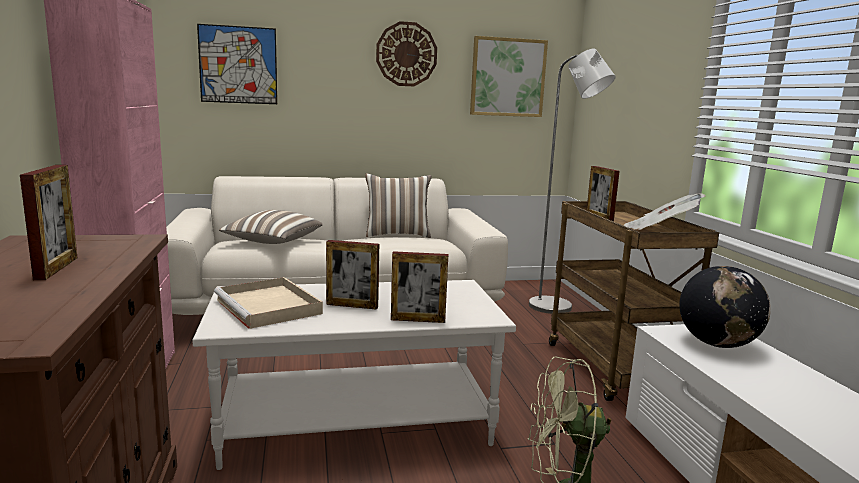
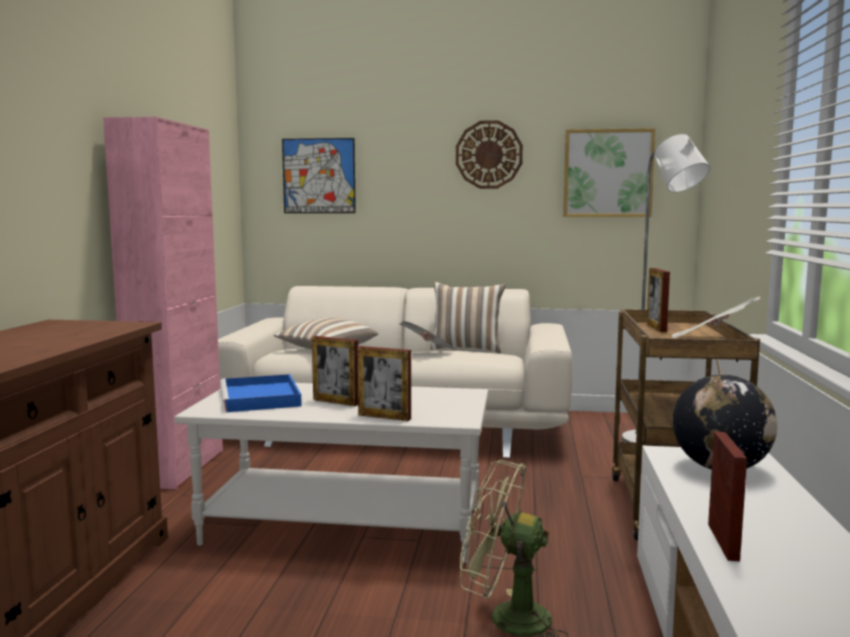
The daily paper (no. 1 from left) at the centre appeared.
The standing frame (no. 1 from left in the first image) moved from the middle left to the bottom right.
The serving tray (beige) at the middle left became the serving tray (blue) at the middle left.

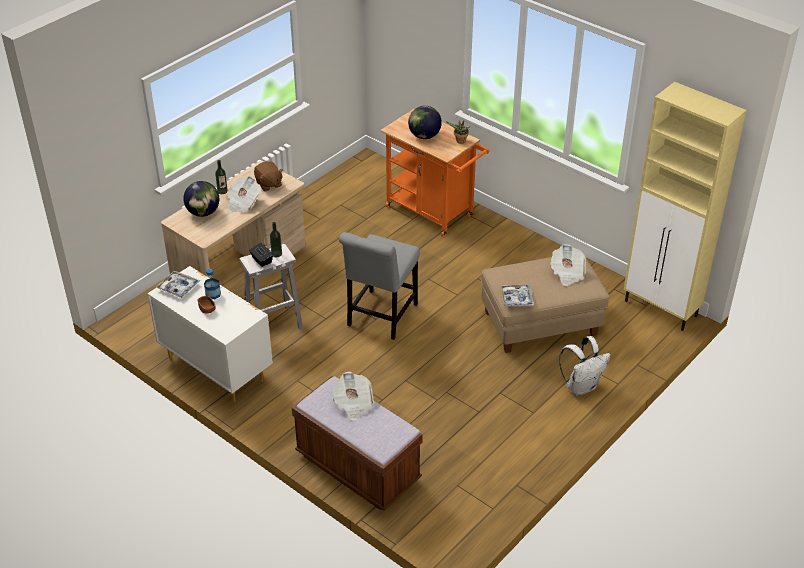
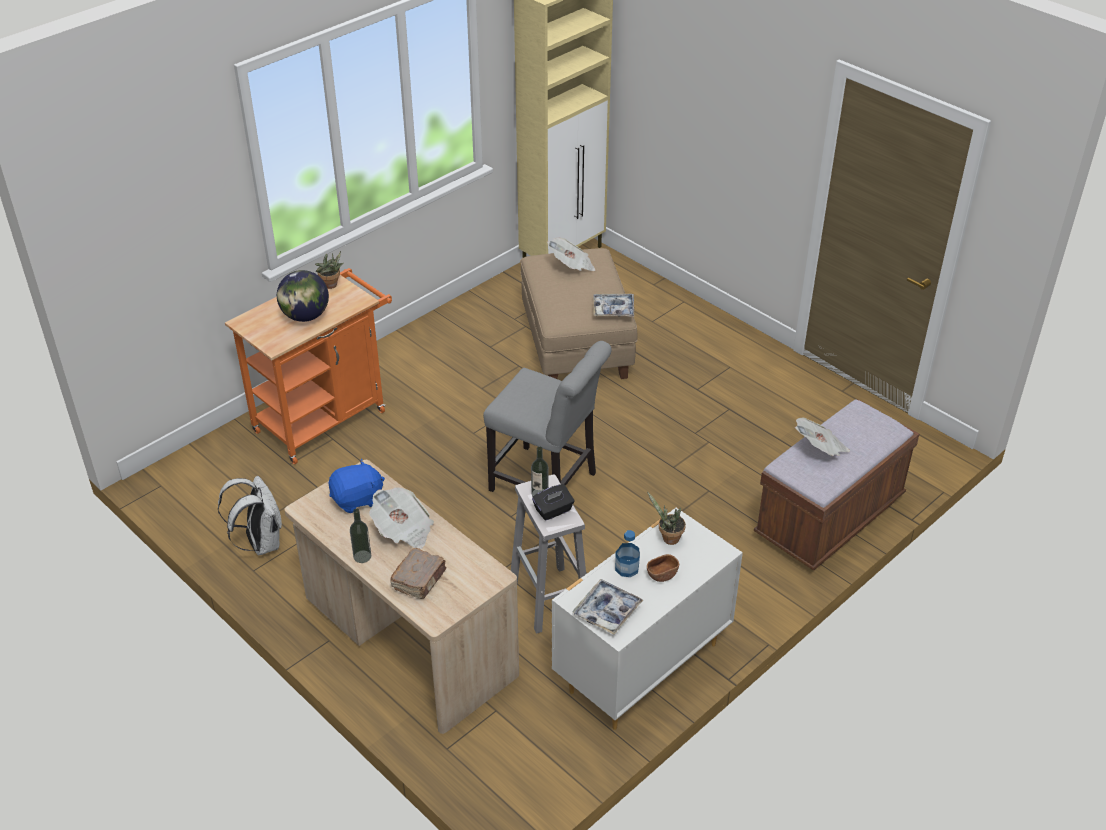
The houseplant (no. 2 from left) at the centre appeared.
The backpack (whitish) moved from the middle right to the middle left.
The globe (no. 1 from left) at the middle left was replaced by the book (brownish) at the bottom centre.
The cuddly toy (brownish) at the top centre became the cuddly toy (blue) at the middle left.

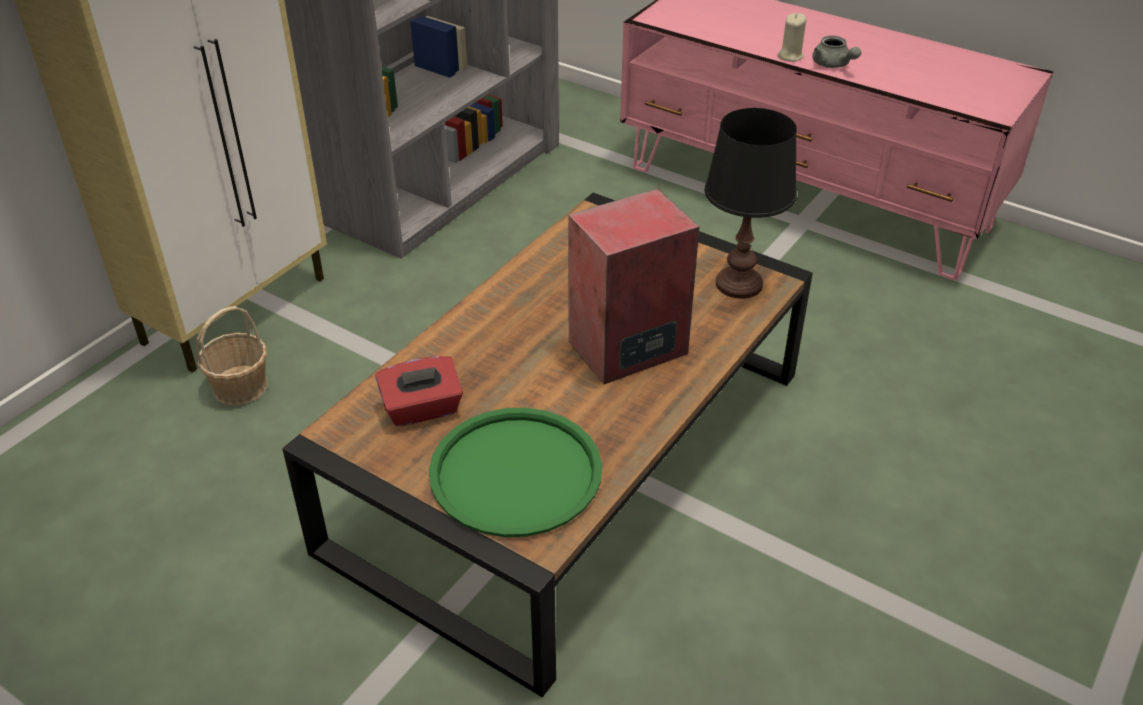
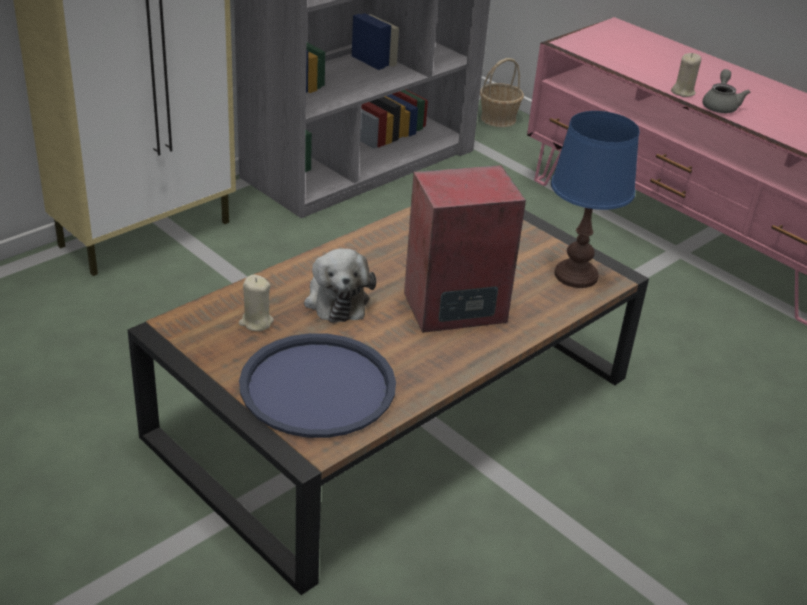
The cuddly toy at the centre appeared.
The storage basket moved from the middle left to the top centre.
The tissue box (reddish) at the centre was replaced by the wax candle (beige) (no. 1 from left) at the middle left.
The serving tray (greenish) at the bottom centre became the serving tray (blue) at the centre.
The tabletop lamp (black) at the top centre became the tabletop lamp (blue) at the top right.
The pot for tea (greyish) at the top right turned 150 degrees counterclockwise.

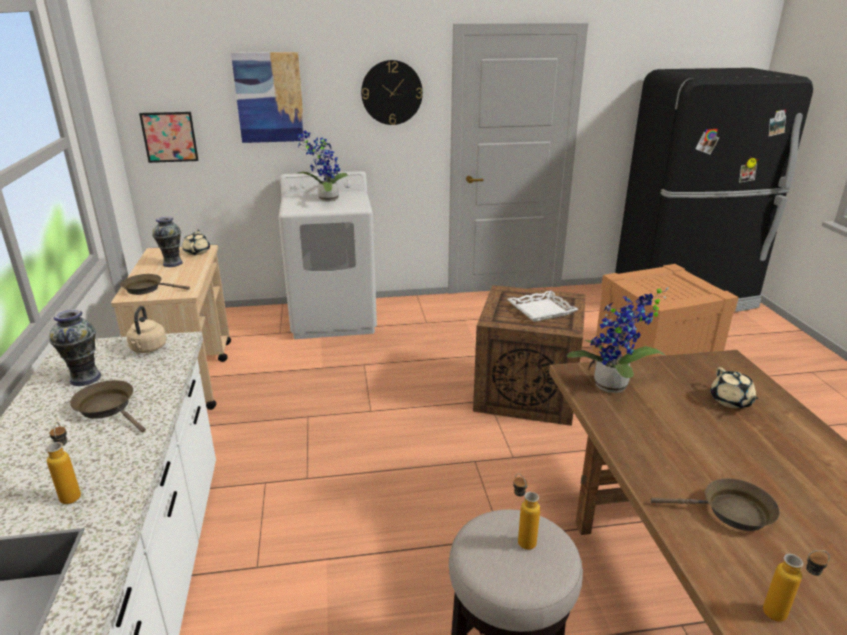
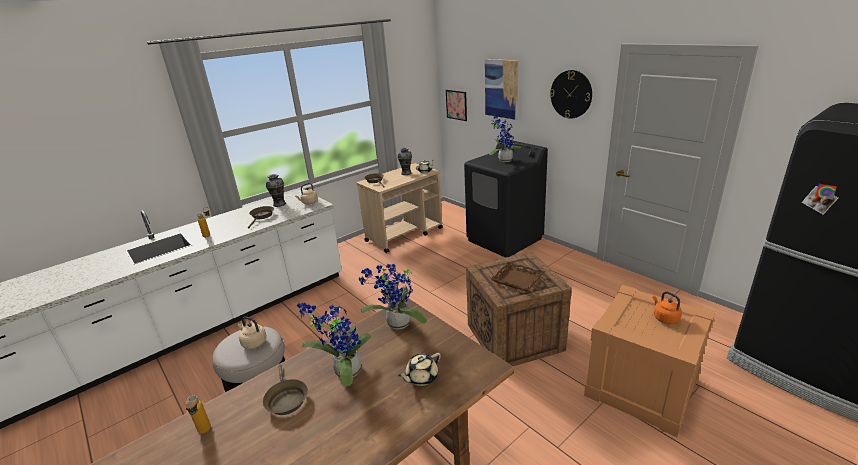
The houseplant (no. 1 from left) at the bottom centre appeared.
The kettle (orange-coloured) at the middle right appeared.
The drink bottle (no. 2 from left) at the bottom centre was replaced by the kettle (beige) (no. 1 from left) at the bottom left.
The laundry machine (whitish) at the centre became the laundry machine (black) at the centre.
The serving tray (whitish) at the centre became the serving tray (brownish) at the centre.

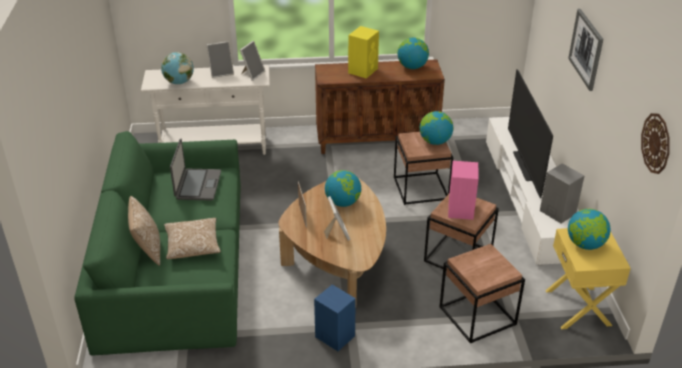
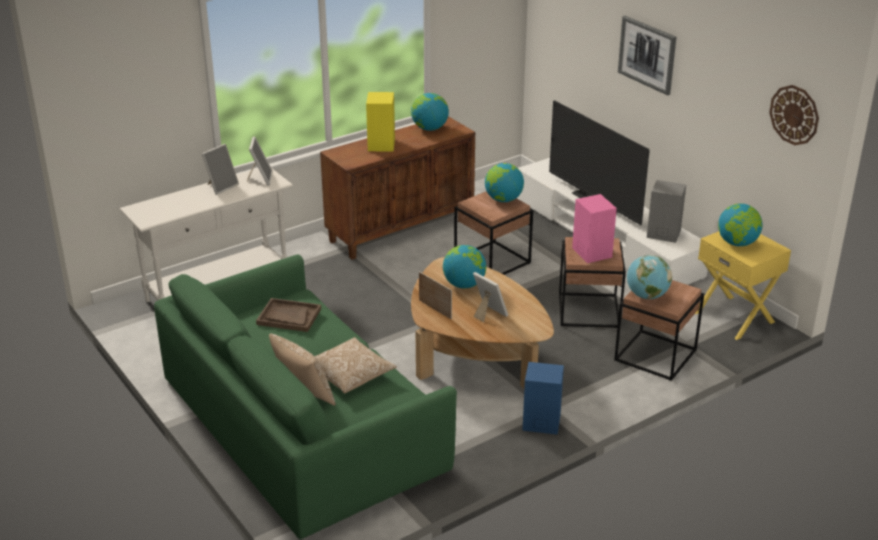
The globe (no. 1 from left in the first image) moved from the top left to the middle right.
The laptop at the middle left was replaced by the serving tray (brownish) at the middle left.

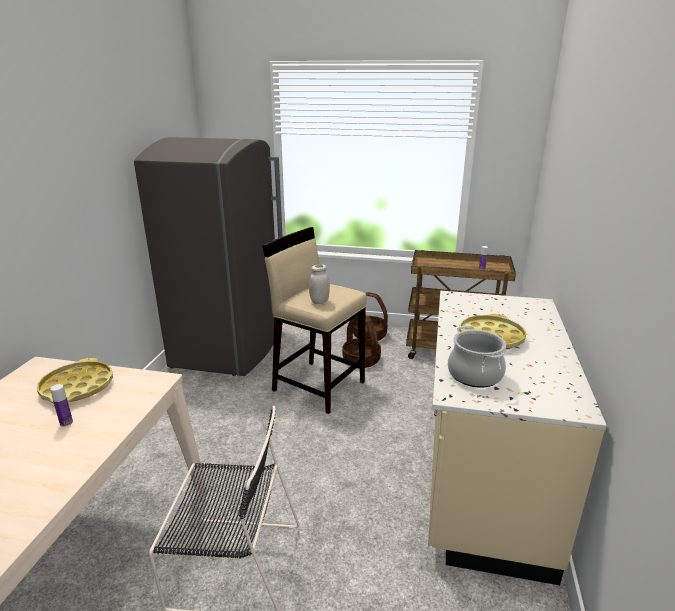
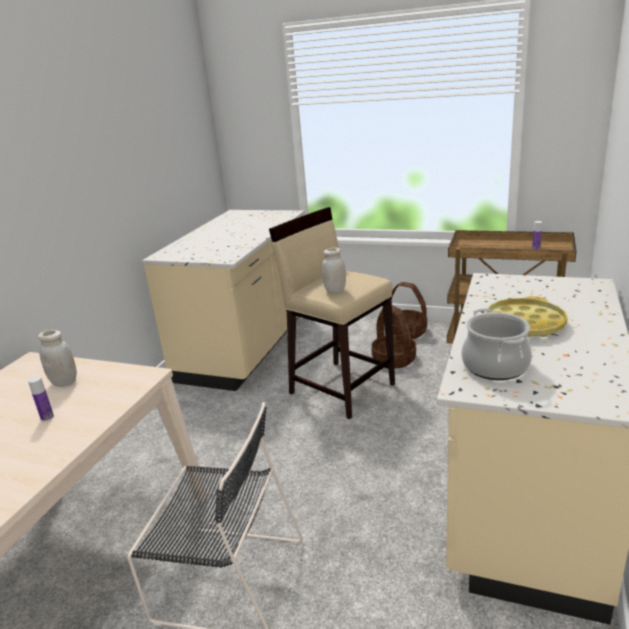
The serving tray (yellow) (no. 1 from left) at the middle left was replaced by the storage jar (whitish) (no. 1 from left) at the middle left.
The refrigerator (greyish) at the middle left was replaced by the kitchen counter (beige) (no. 1 from left) at the centre.

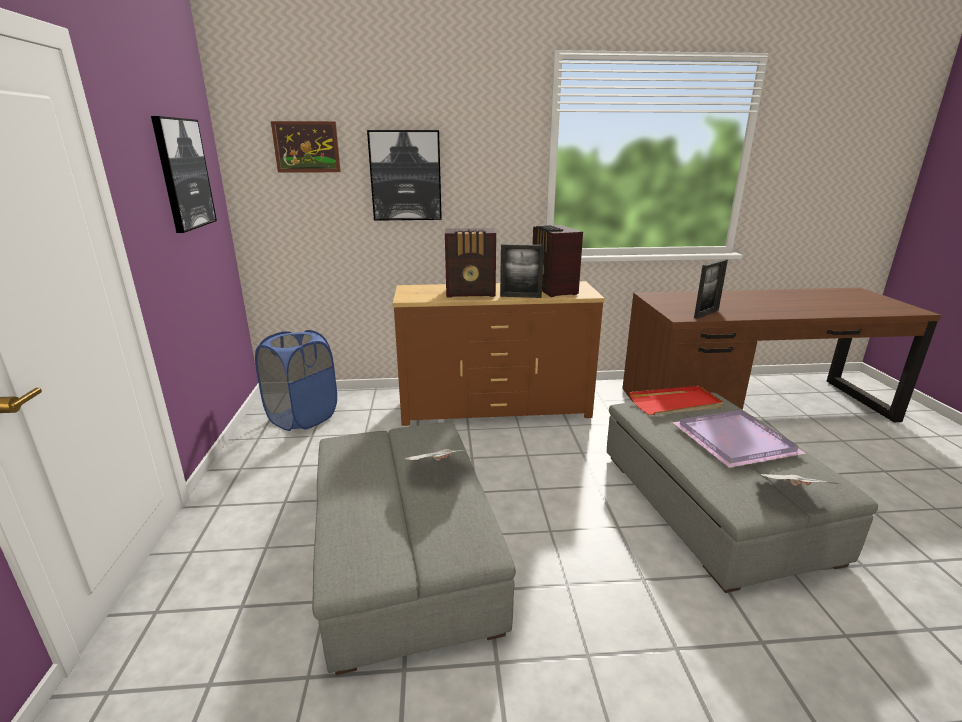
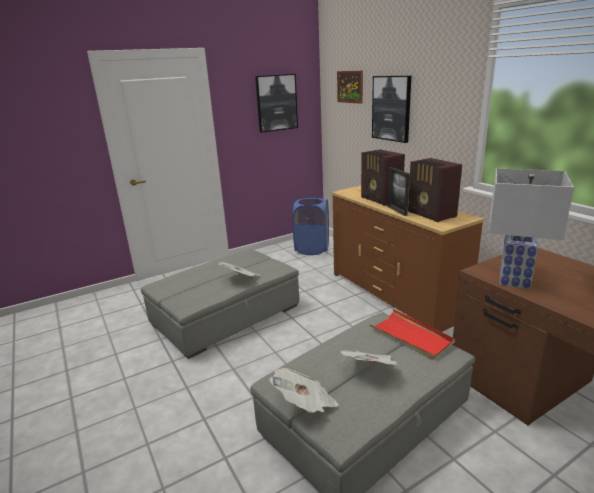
The serving tray (purple-coloured) at the middle right was replaced by the daily paper (no. 3 from left) at the bottom centre.
The standing frame (no. 2 from left) at the middle right was replaced by the tabletop lamp (whitish) at the middle right.
The radio (no. 2 from left) at the centre turned 75 degrees counterclockwise.

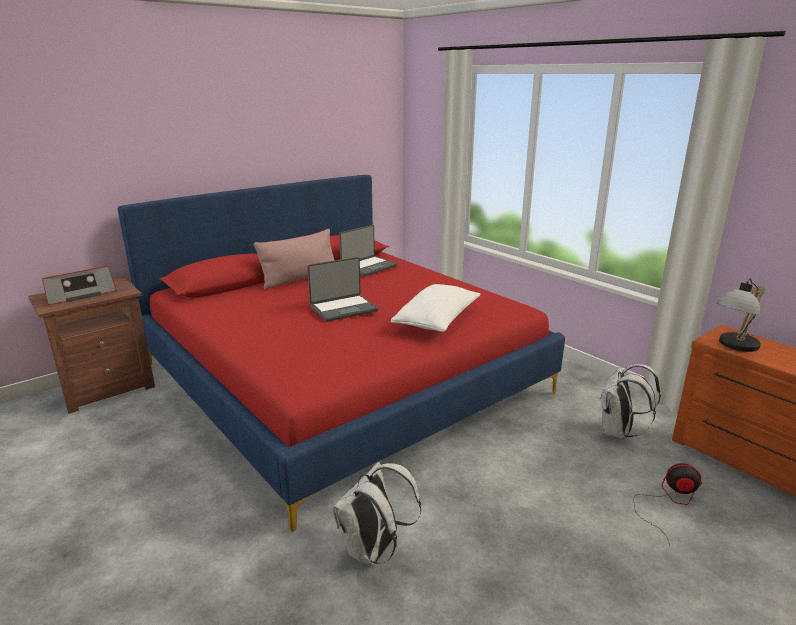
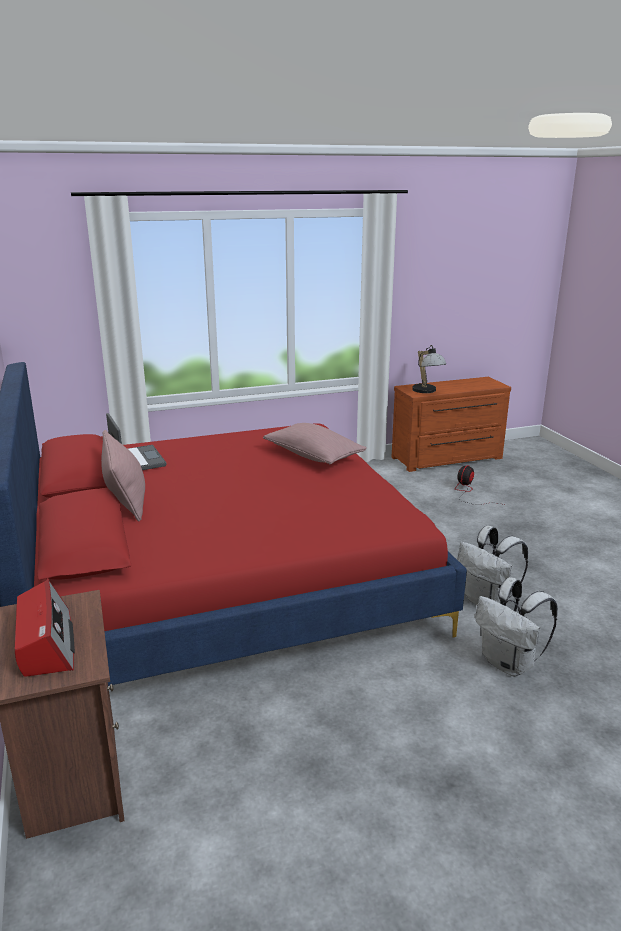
The laptop (no. 1 from left) at the centre disappeared.
The backpack (whitish) (no. 2 from left) moved from the middle right to the bottom right.
The cushion (whitish) at the centre became the cushion (pink) (no. 2 from left) at the centre.

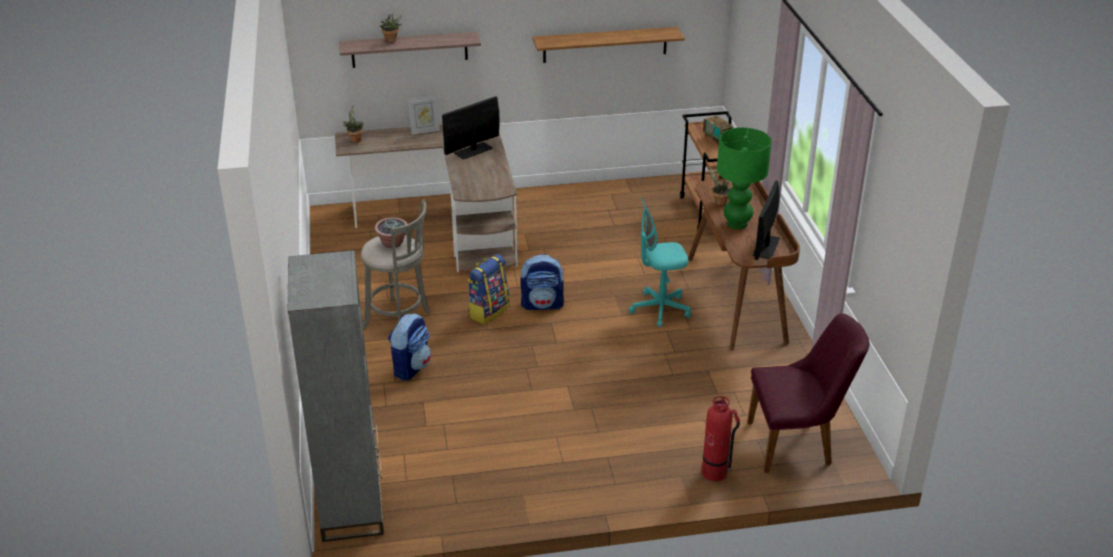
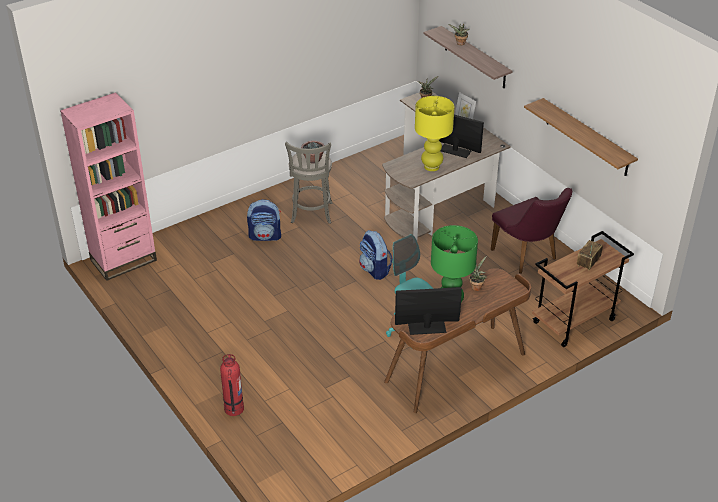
The backpack (no. 2 from left) at the centre disappeared.
The tabletop lamp (yellow) at the top centre appeared.
The upright chair (purple-coloured) moved from the bottom right to the middle right.
The bookshelf (greyish) at the bottom left became the bookshelf (pink) at the middle left.

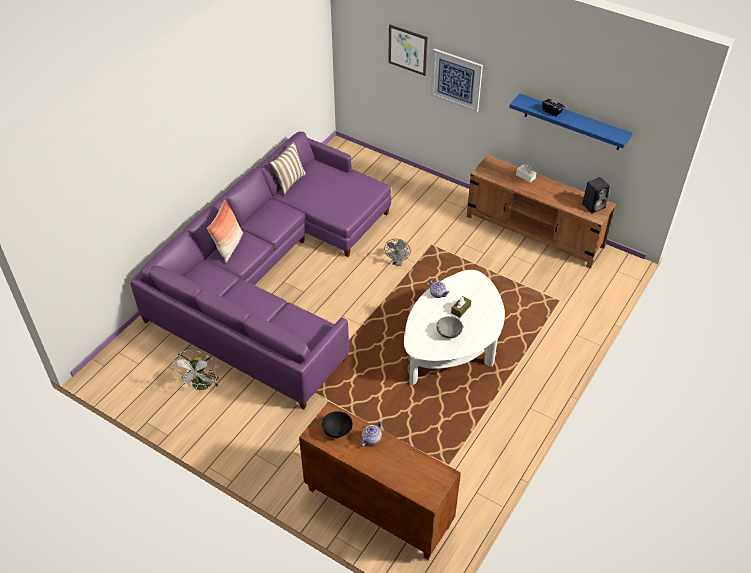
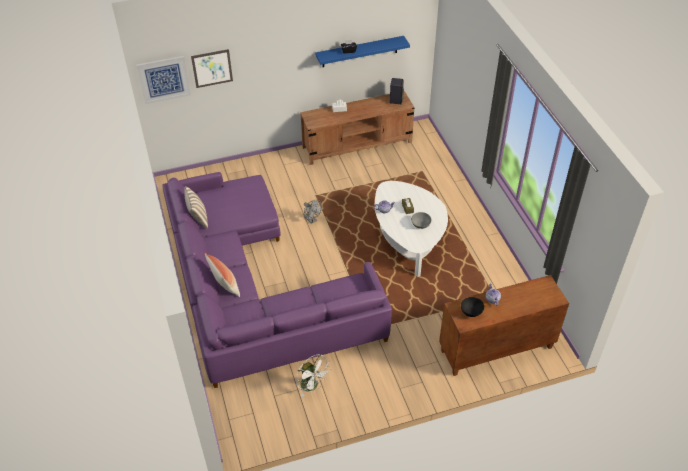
The picture (no. 2 from left in the first image) moved from the top centre to the top left.

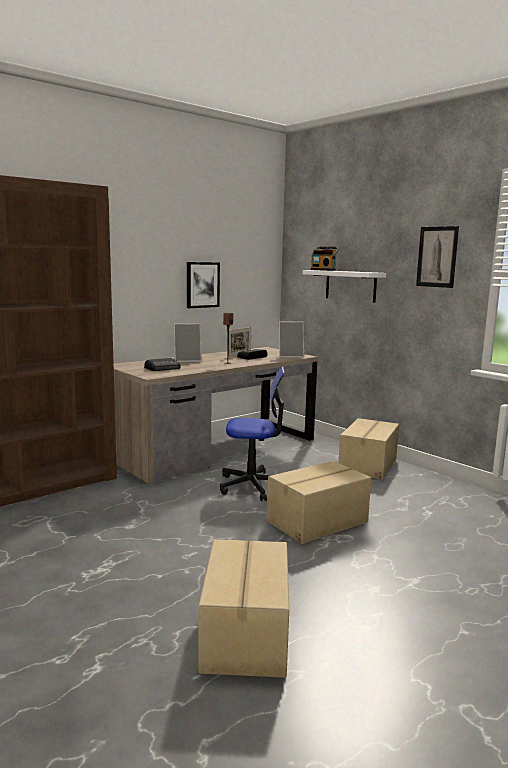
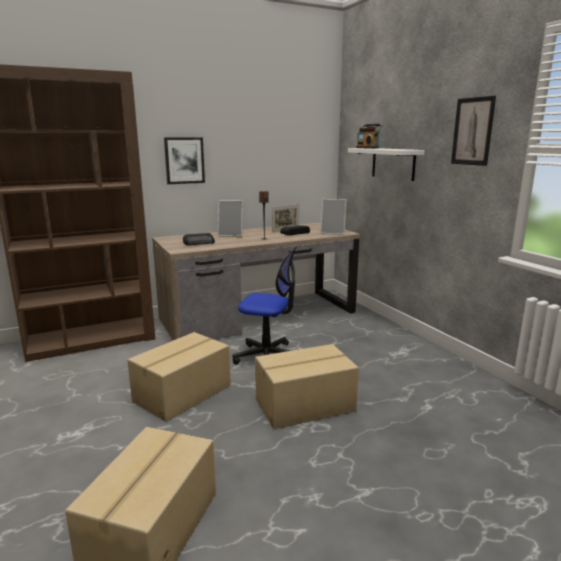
The picture (no. 1 from left) moved from the centre to the top left.
The packing box (no. 3 from left in the first image) moved from the middle right to the bottom left.

